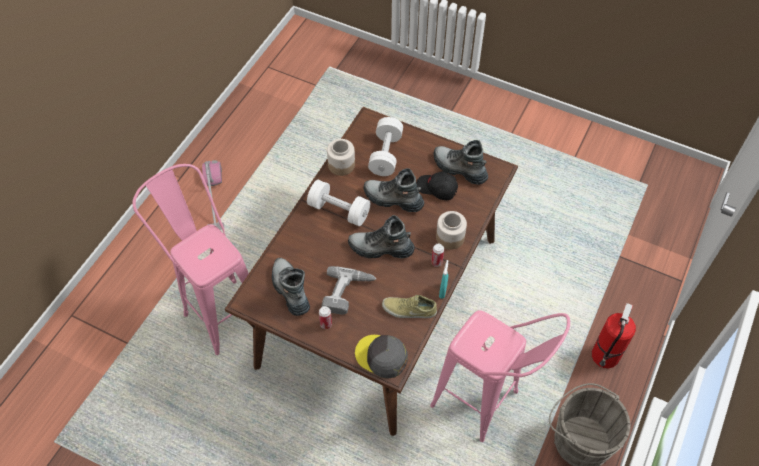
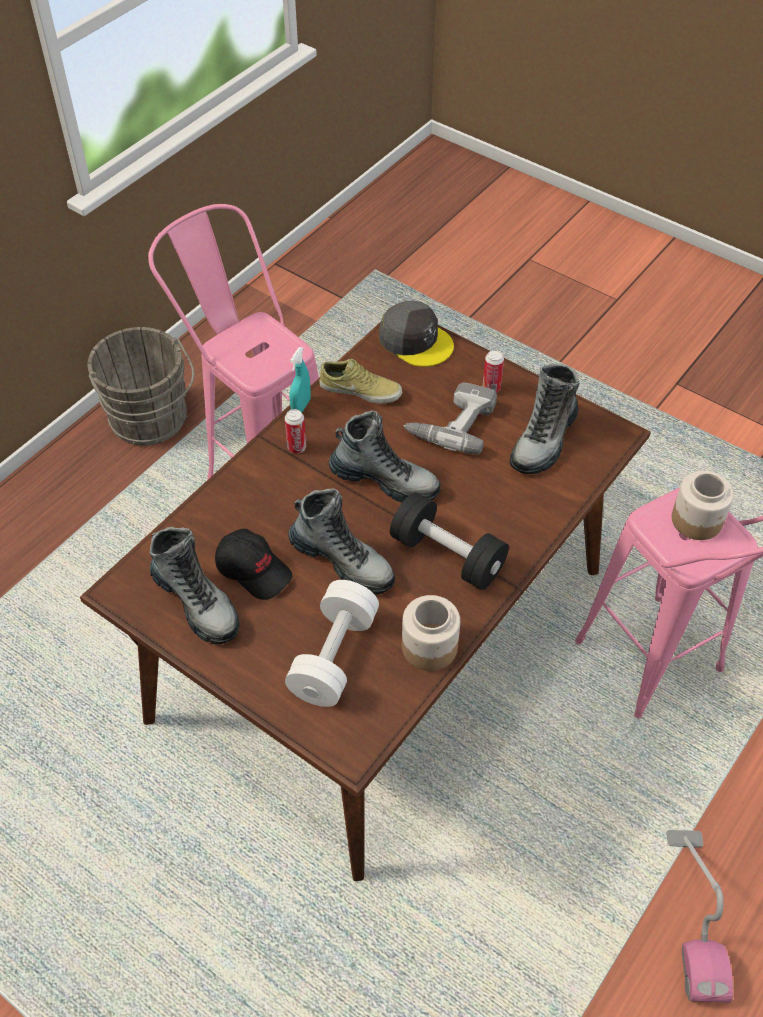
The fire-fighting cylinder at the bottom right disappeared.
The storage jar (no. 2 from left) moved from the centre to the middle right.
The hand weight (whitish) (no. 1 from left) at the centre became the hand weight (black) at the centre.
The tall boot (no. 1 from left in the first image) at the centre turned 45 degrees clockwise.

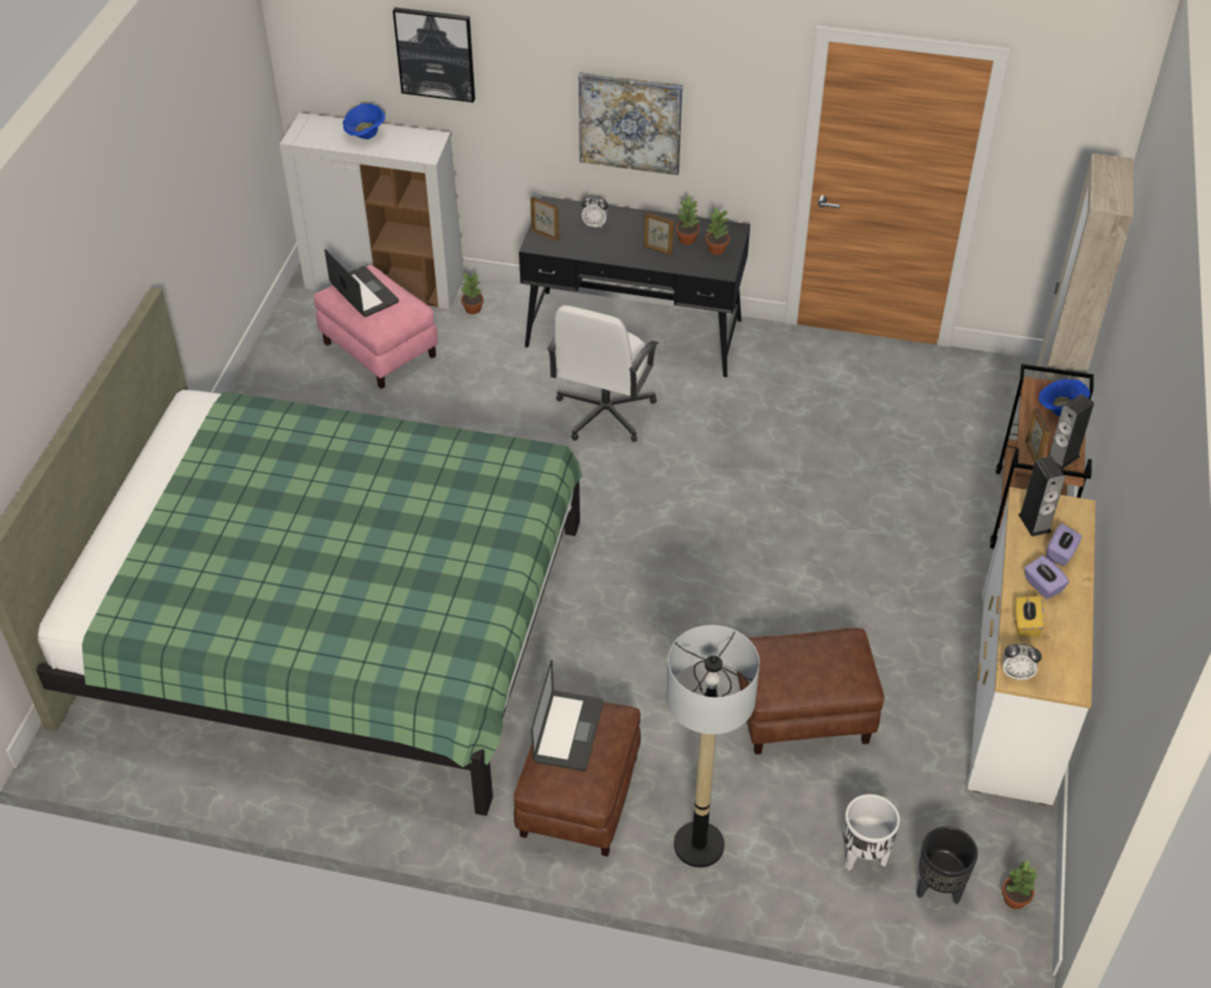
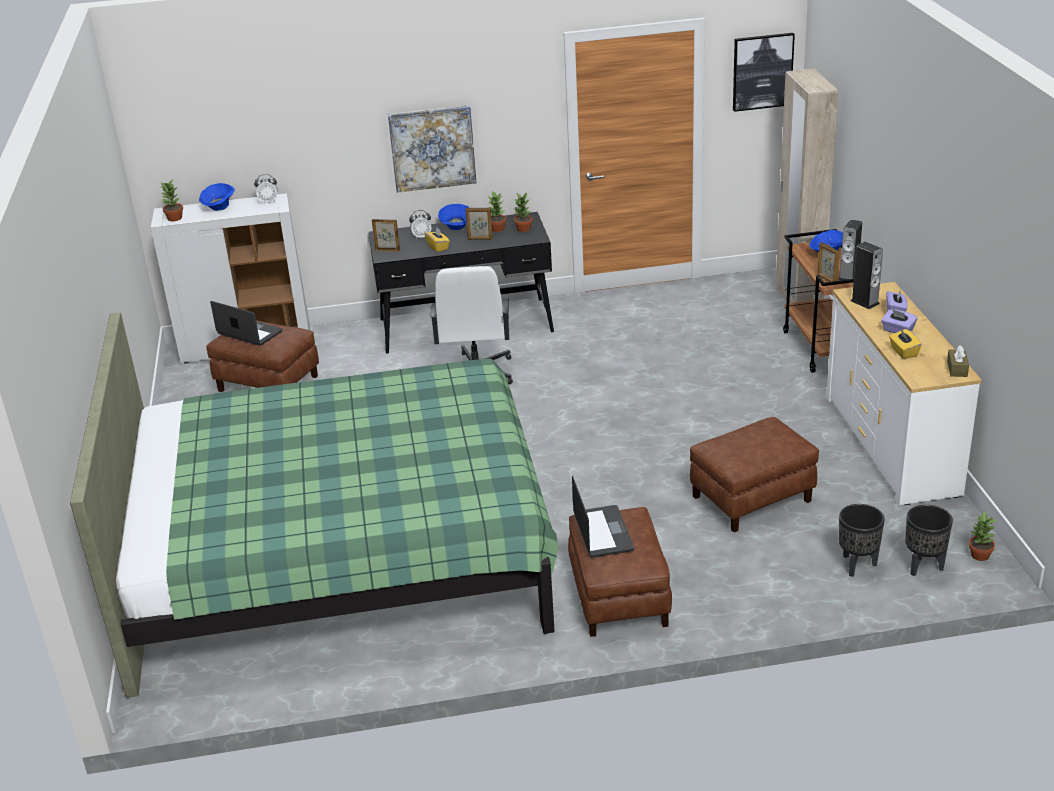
The standing lamp at the bottom centre disappeared.
The tissue box (yellow) (no. 1 from left) at the top centre appeared.
The deep dish (blue) (no. 2 from left) at the top centre appeared.
The tissue box (brownish) at the middle right appeared.
The picture (no. 1 from left in the first image) moved from the top centre to the top right.
The houseplant (no. 1 from left) moved from the top centre to the top left.
The bedside clock (no. 2 from left in the first image) moved from the bottom right to the top left.
The pouffe (pink) at the top left became the pouffe (brownish) (no. 1 from left) at the middle left.
The flower pot (whitish) at the bottom right became the flower pot (black) (no. 1 from left) at the bottom right.

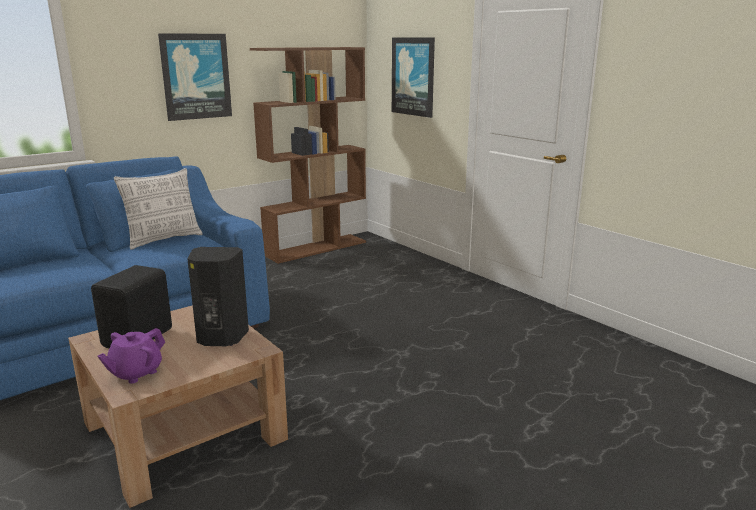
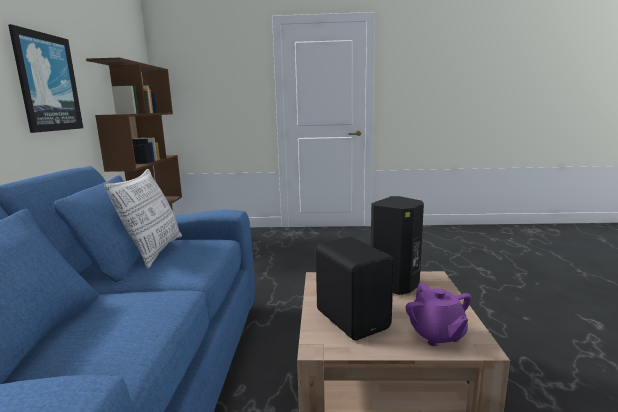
The picture (no. 2 from left) at the top centre disappeared.

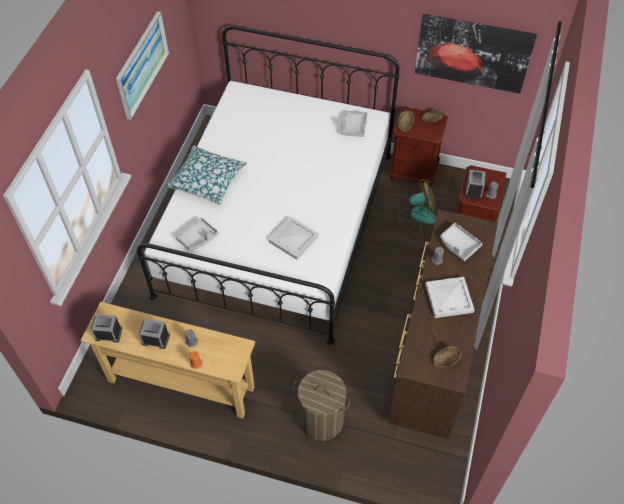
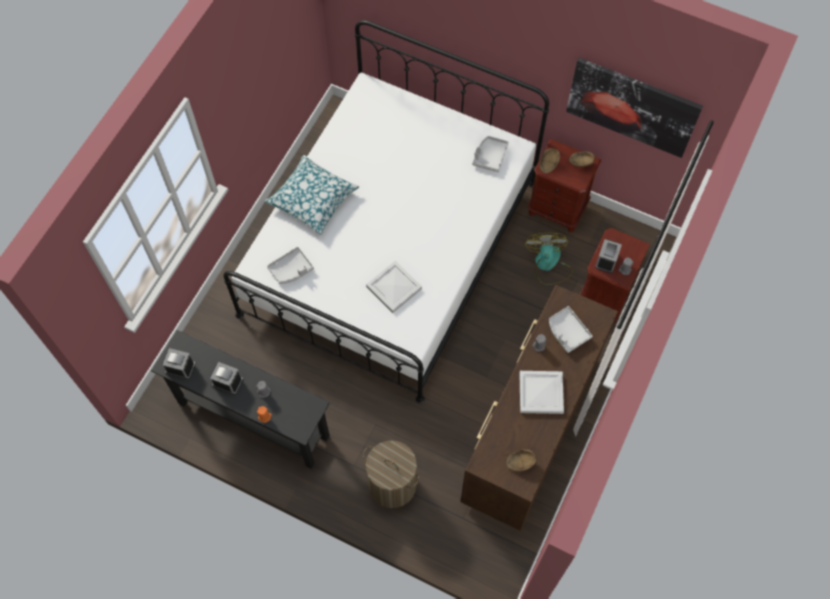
The picture (no. 1 from left) at the top left disappeared.
The narrow table (beige) at the bottom left became the narrow table (black) at the middle left.
The fan at the middle right turned 90 degrees counterclockwise.

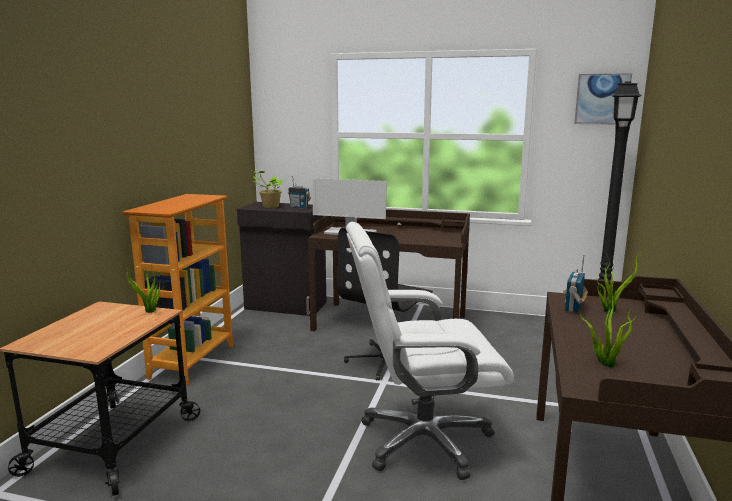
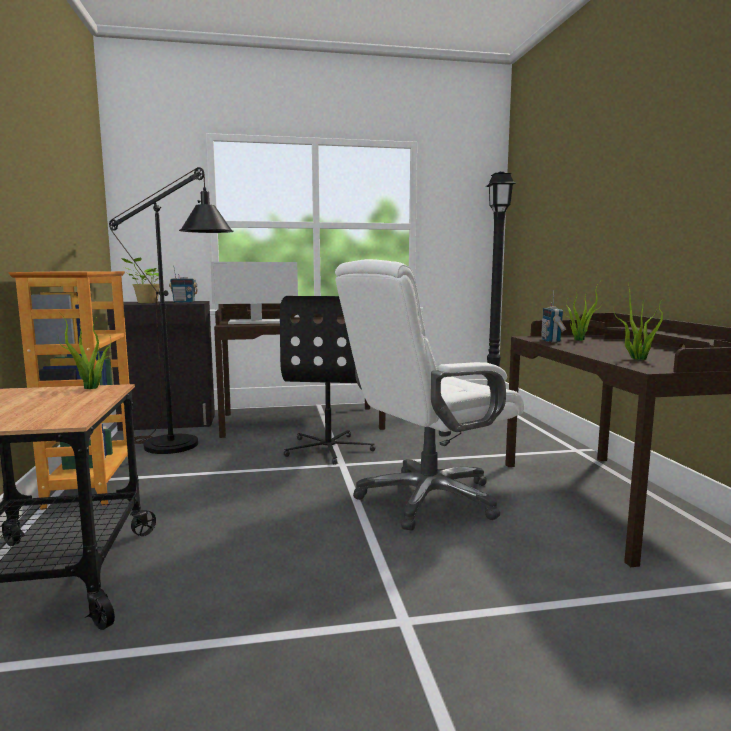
The picture at the top right disappeared.
The standing lamp (black) (no. 1 from left) at the middle left appeared.

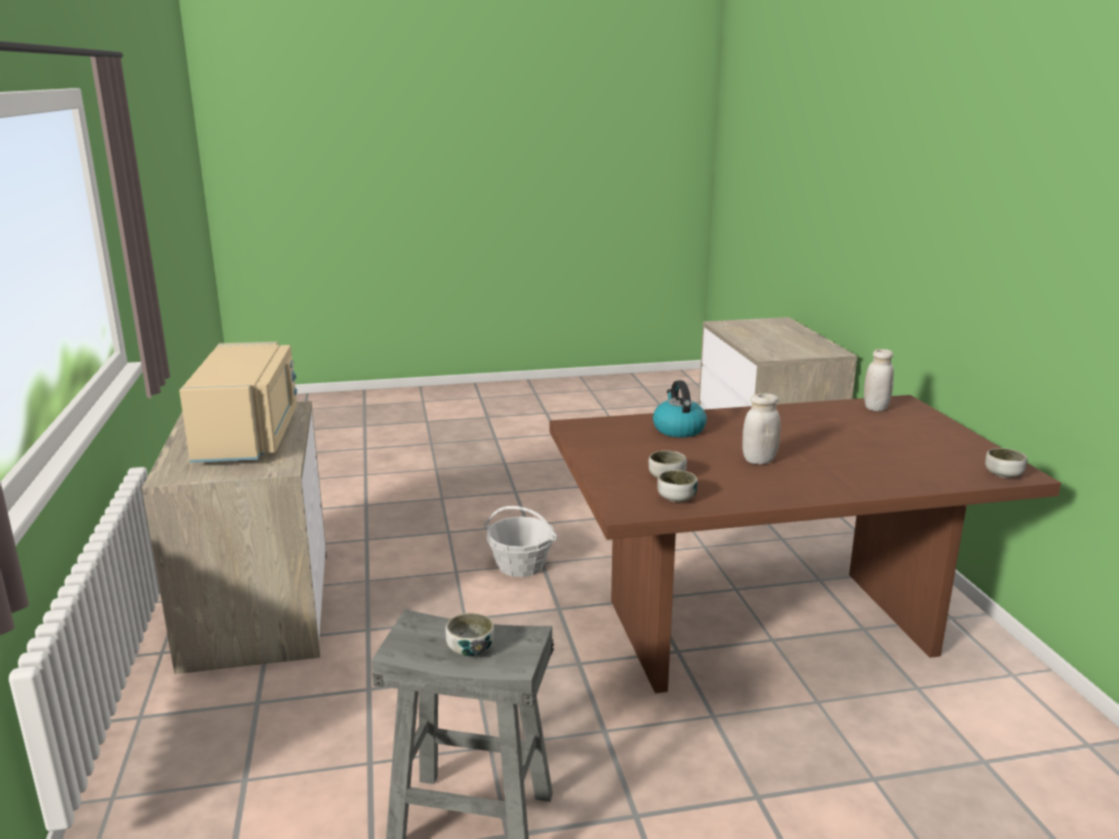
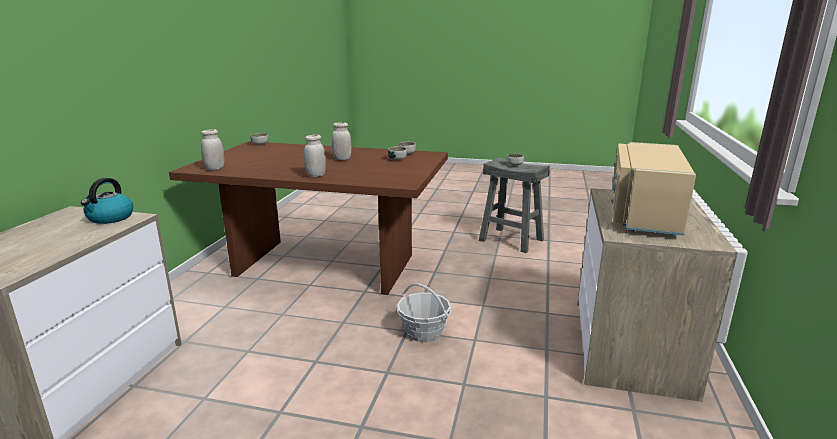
The storage jar (whitish) (no. 2 from left) at the centre appeared.
The kettle moved from the centre to the middle left.

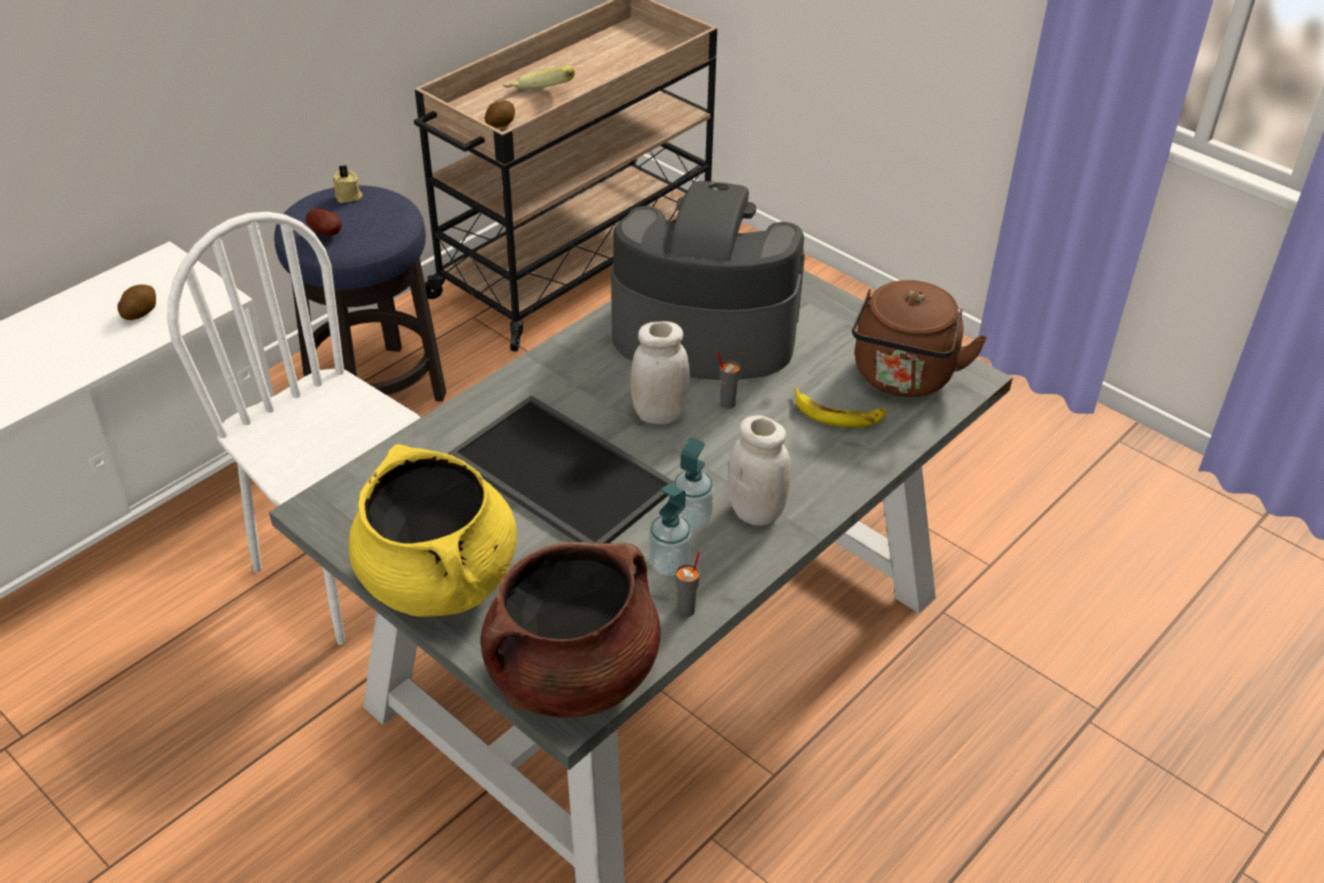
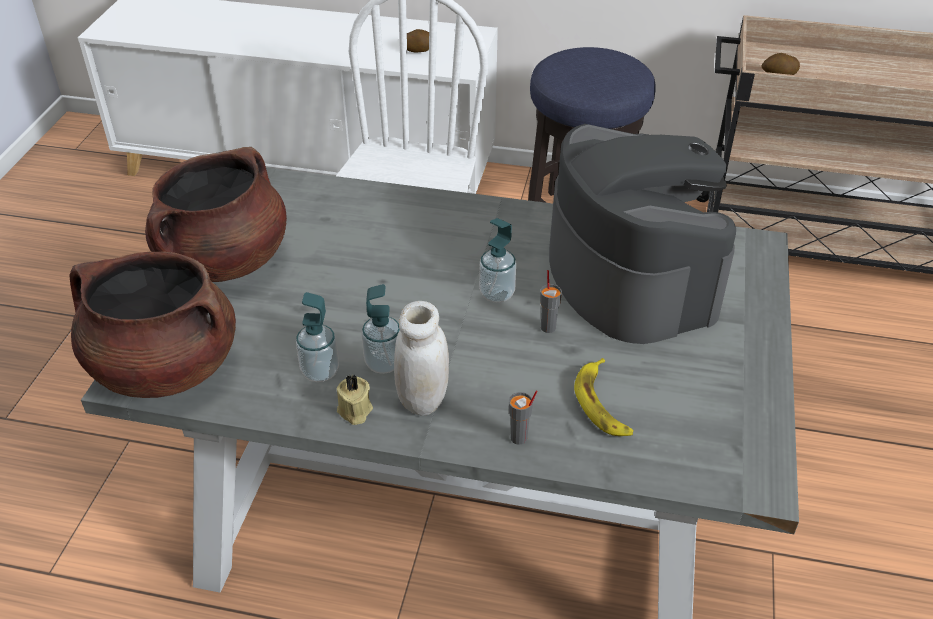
The spud (no. 2 from left) at the top left disappeared.
The serving tray at the centre disappeared.
The banana (no. 1 from left) at the top centre disappeared.
The kettle (brownish) at the middle right disappeared.
The wax candle (beige) moved from the top left to the centre.
The drinking cup (greyish) (no. 1 from left) moved from the centre to the bottom centre.
The storage jar (whitish) (no. 1 from left) at the centre was replaced by the soap dispenser (no. 3 from left) at the centre.
The stockpot (yellow) at the middle left became the stockpot (brownish) (no. 2 from left) at the middle left.

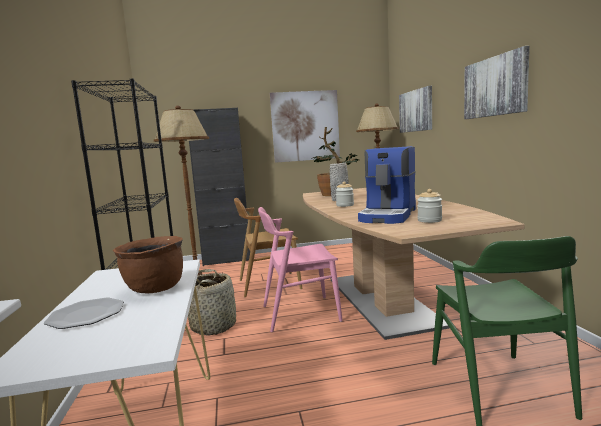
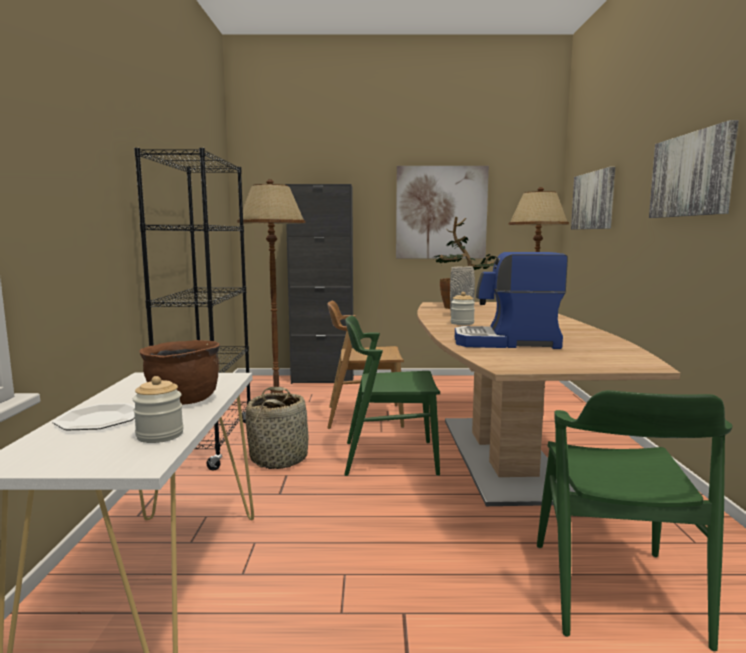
The storage jar (no. 2 from left in the first image) moved from the middle right to the middle left.
The upright chair (pink) at the centre became the upright chair (greenish) (no. 1 from left) at the centre.
The coffee maker at the centre turned 60 degrees clockwise.

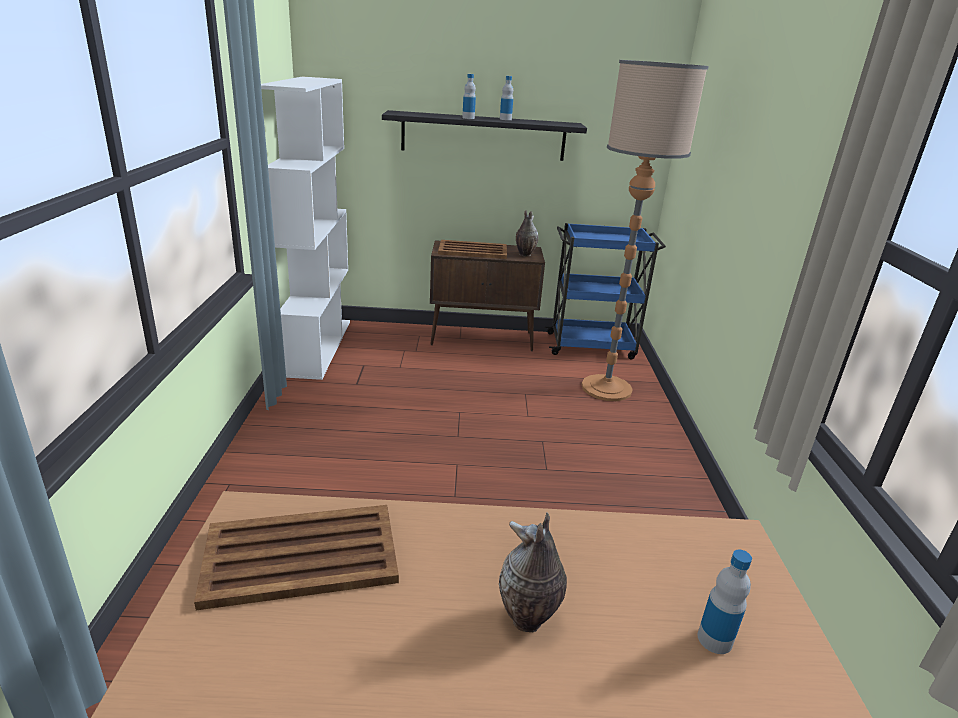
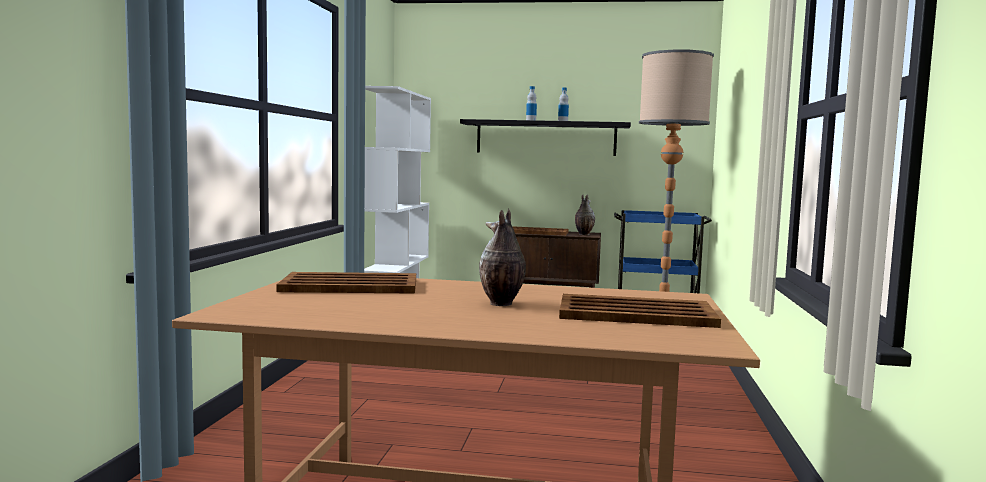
The drink bottle (no. 3 from left) at the bottom right was replaced by the serving tray (brownish) (no. 3 from left) at the centre.

